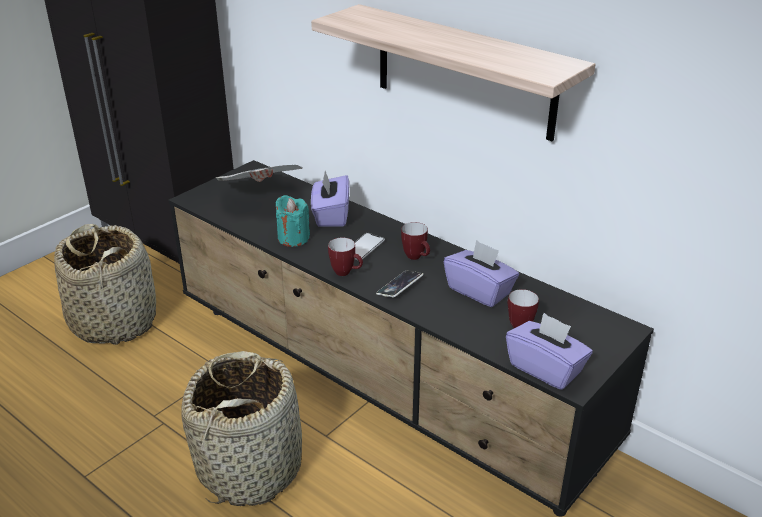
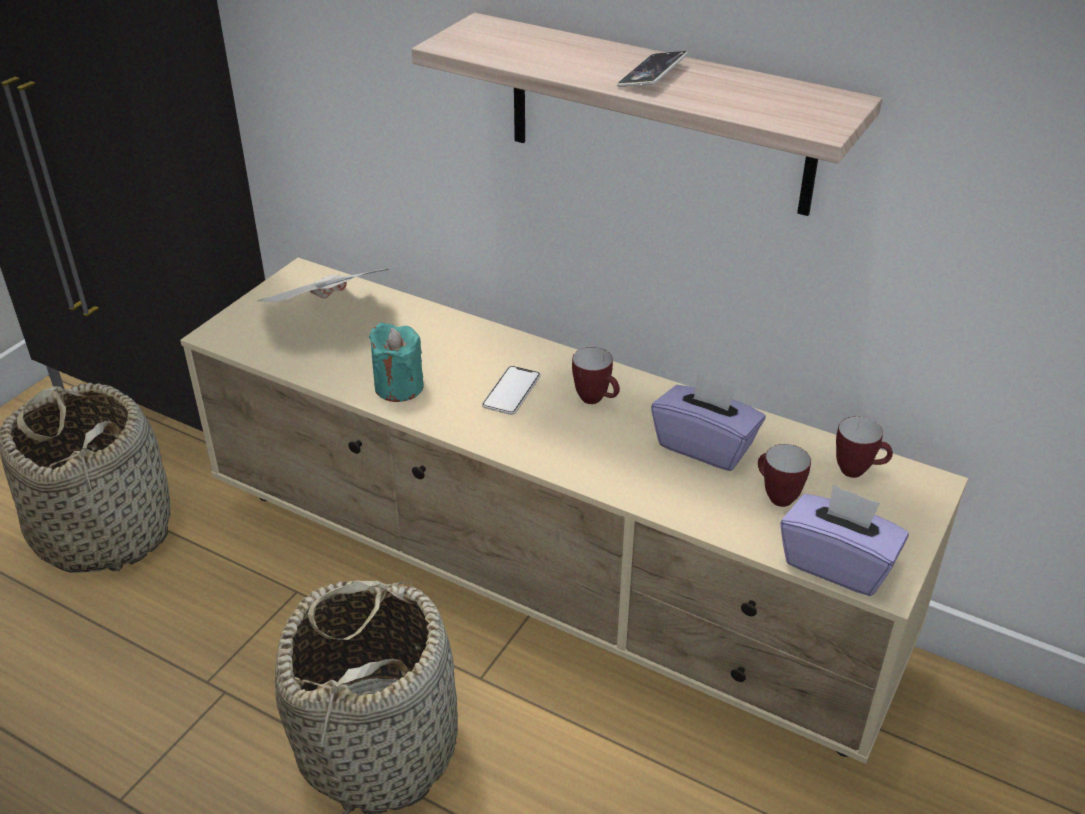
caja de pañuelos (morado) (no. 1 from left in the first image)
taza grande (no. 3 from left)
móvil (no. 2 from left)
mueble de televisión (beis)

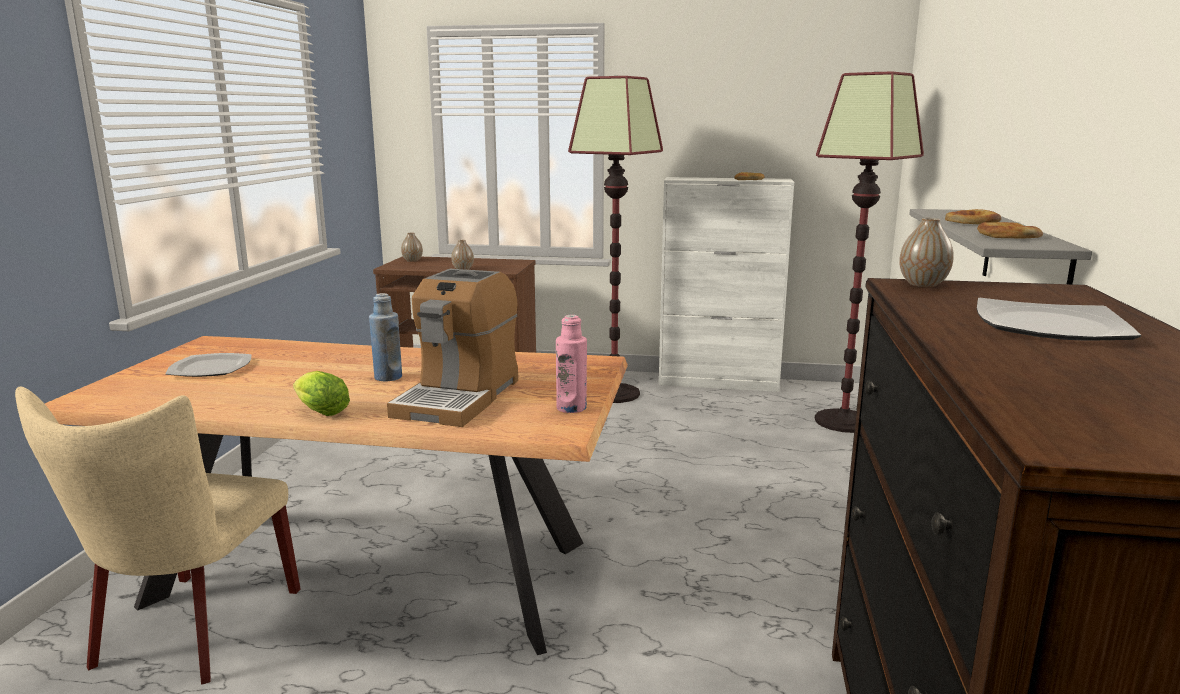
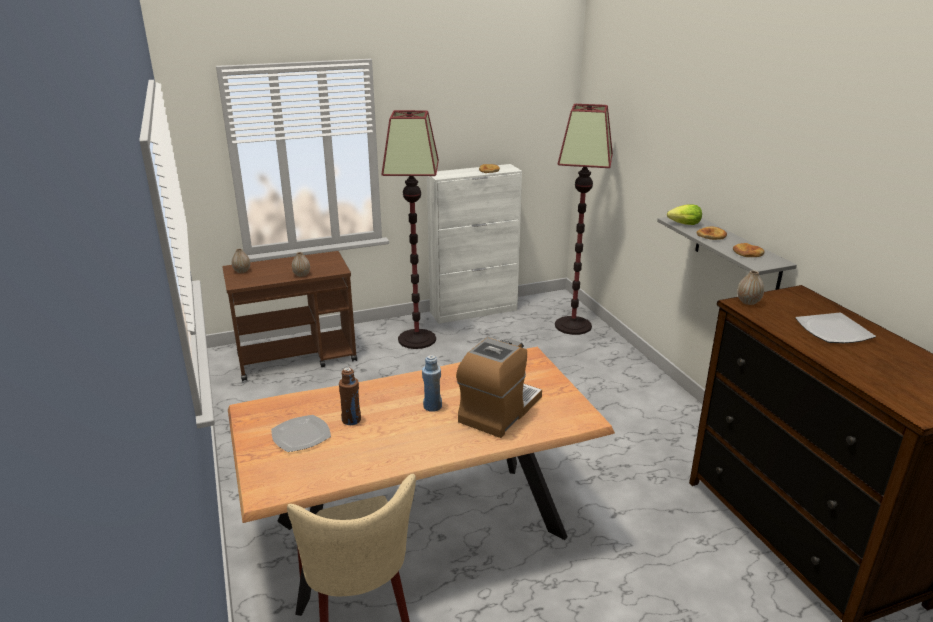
botella (rosa)
botella (marrón)
lechuga
cafetera

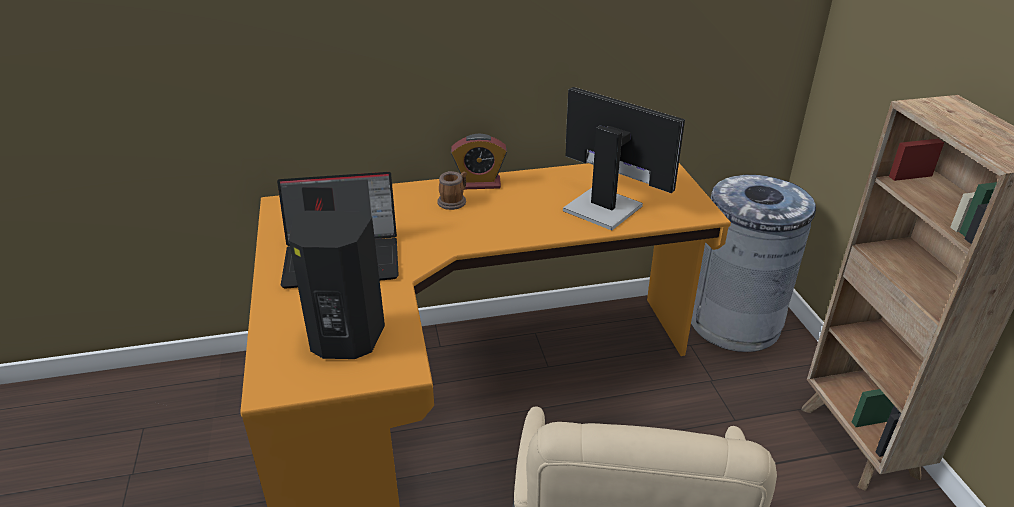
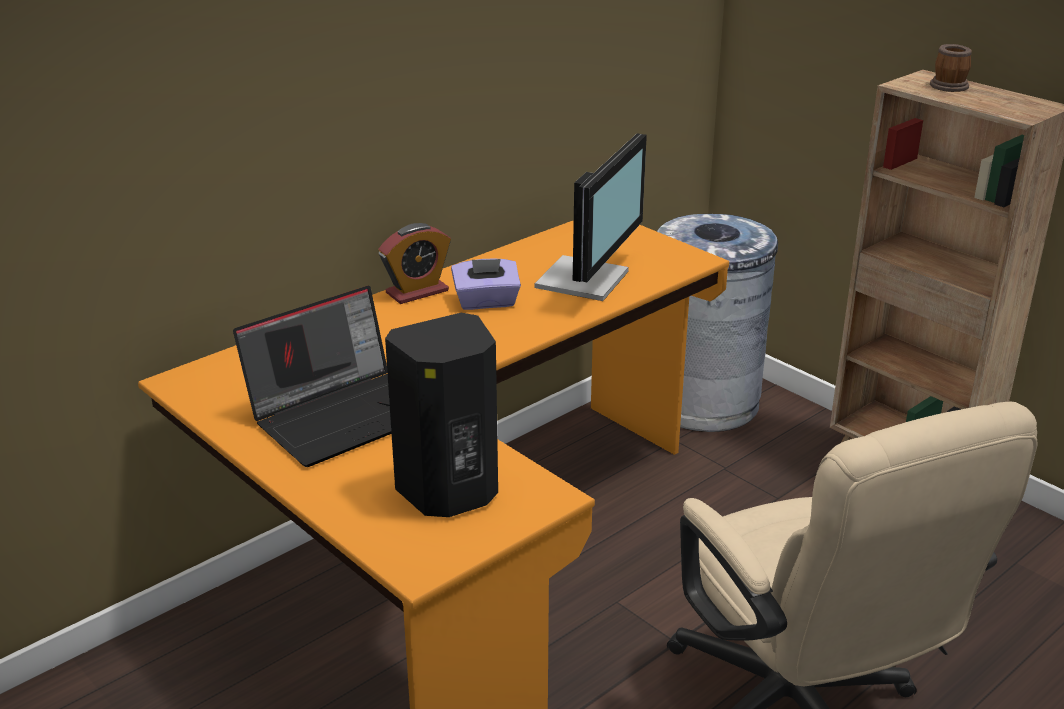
caja de pañuelos (morado)
taza grande
monitor

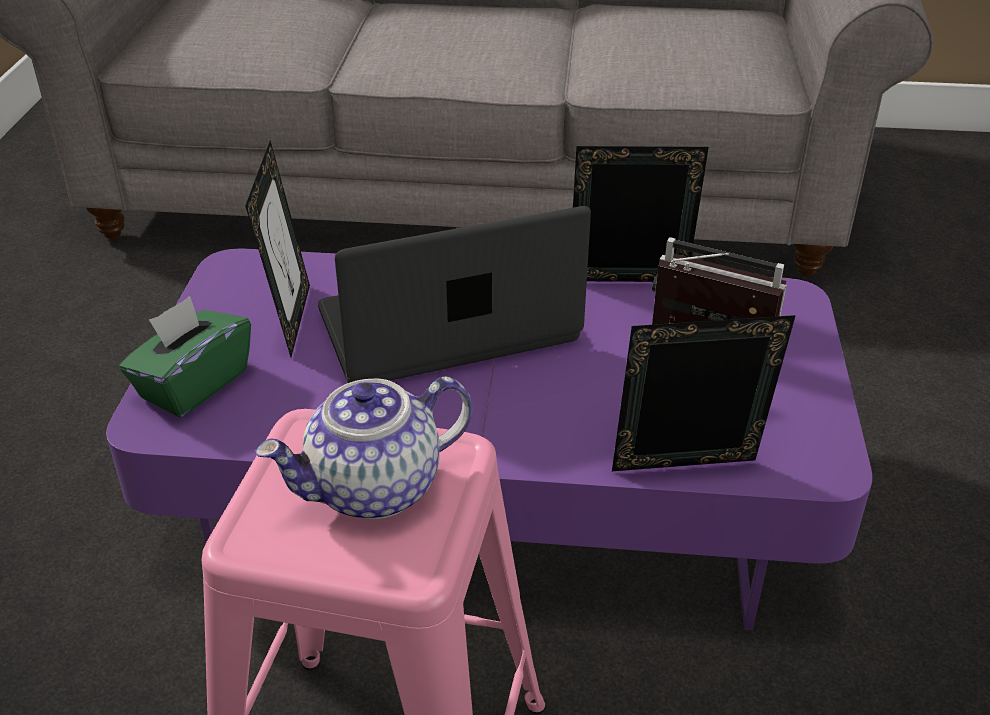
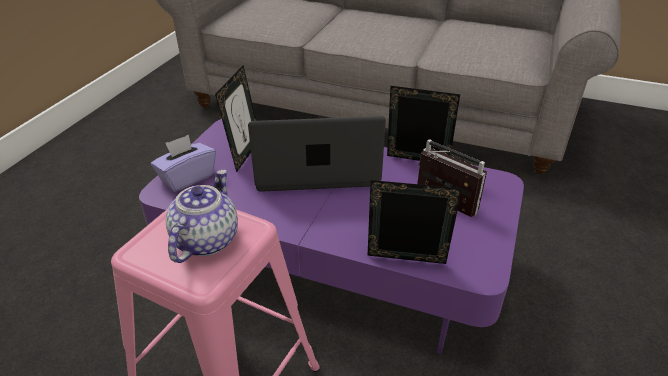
caja de pañuelos (morado)
tetera

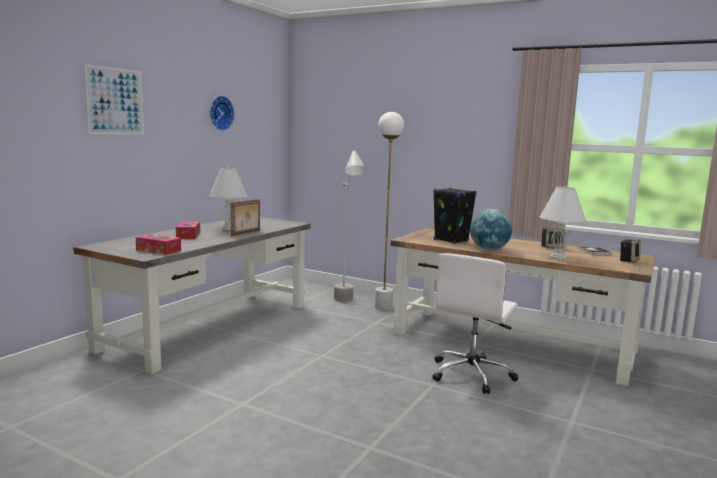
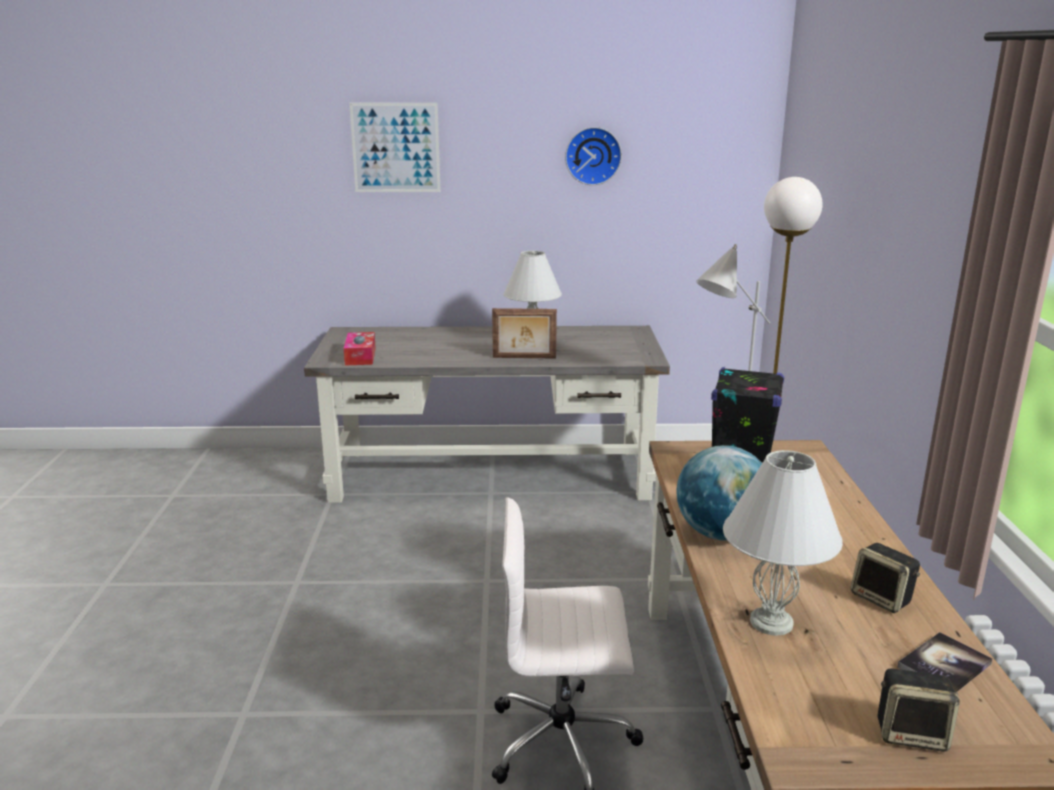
caja de pañuelos (no. 2 from left in the first image)

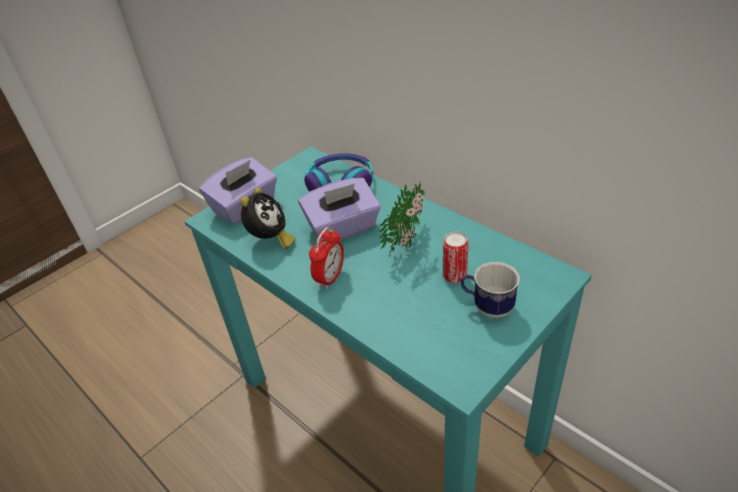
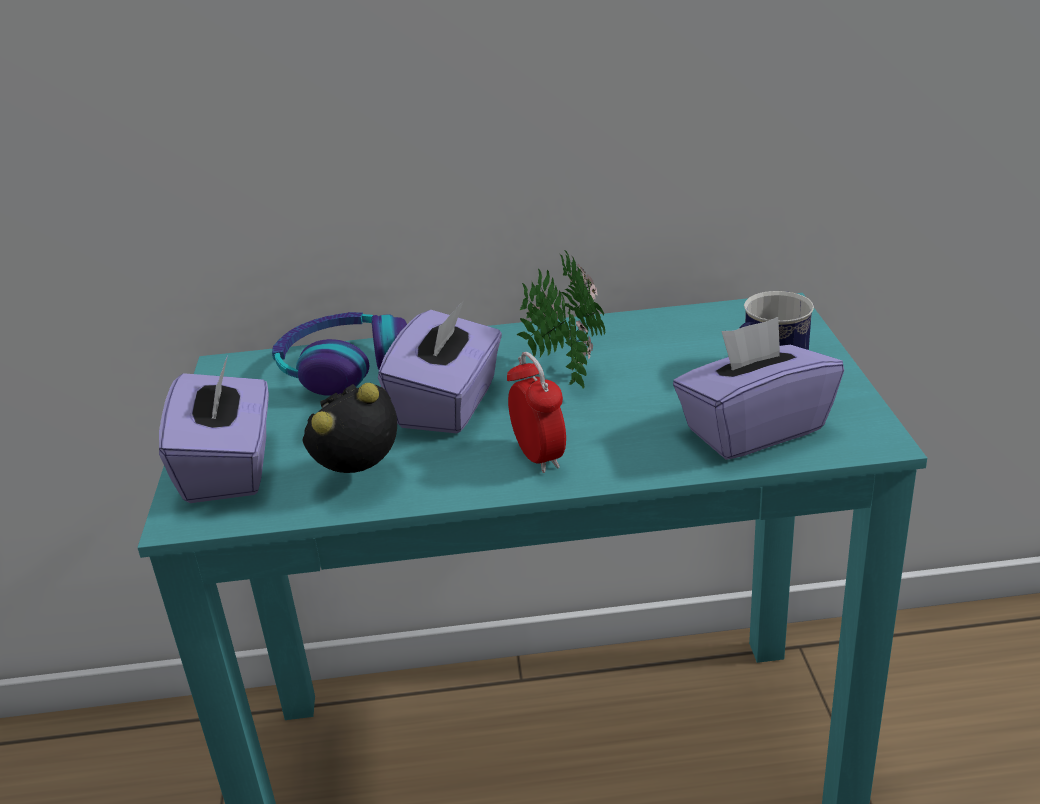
lata
caja de pañuelos (morado) (no. 3 from left)
despertador (no. 1 from left)

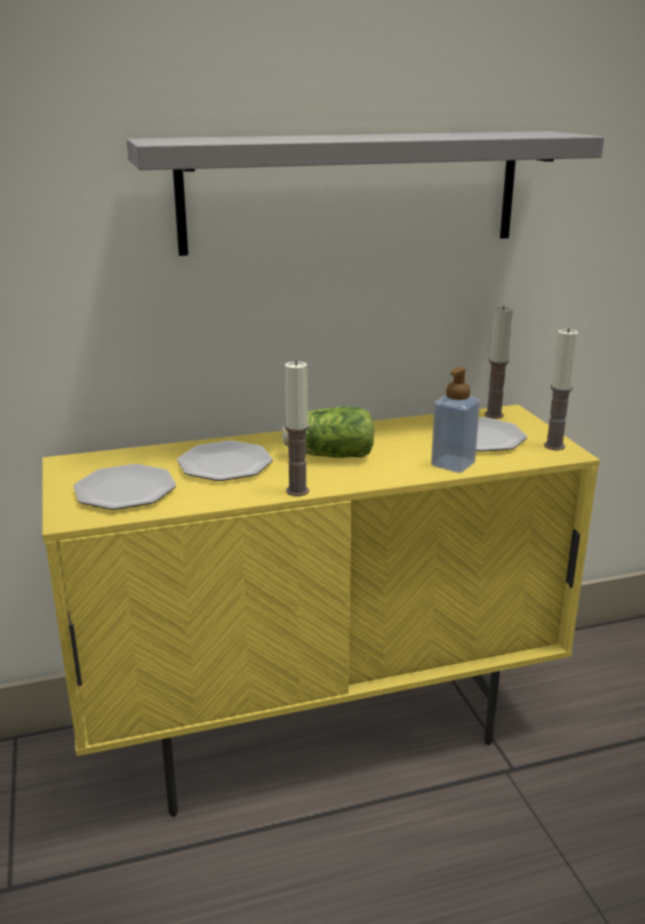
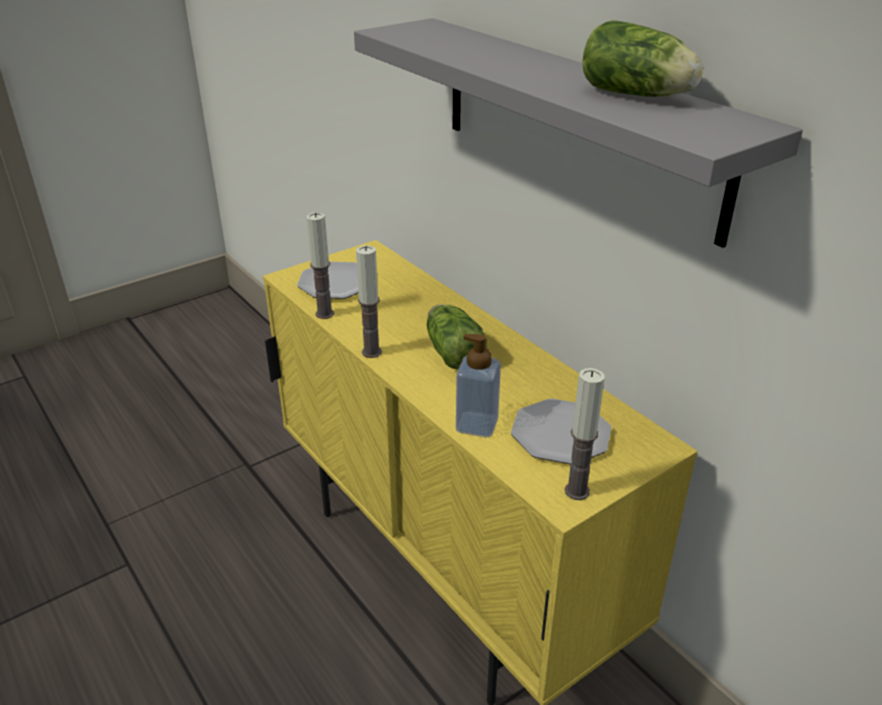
plato (no. 2 from left in the first image)
lechuga (no. 2 from left)
vela (no. 1 from left)

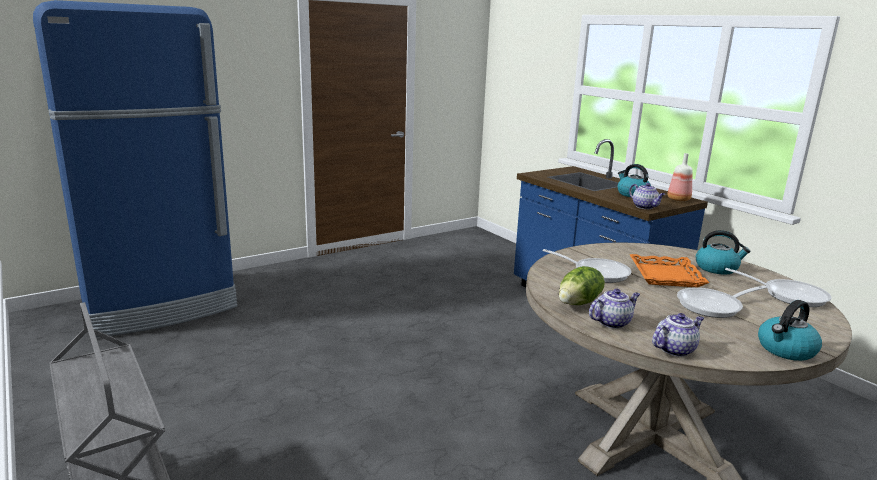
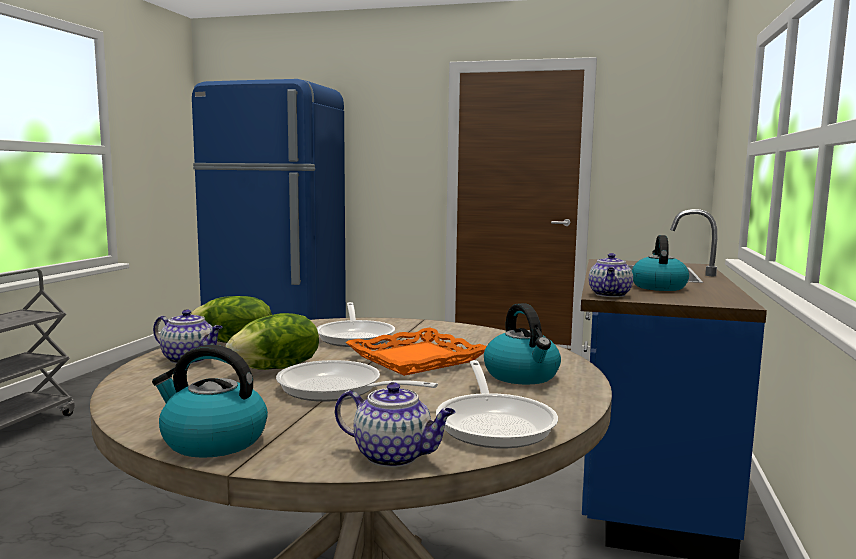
botella
lechuga (no. 2 from left)
tetera (no. 2 from left)

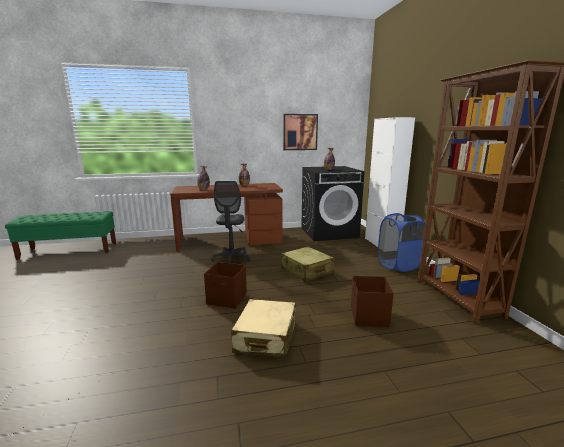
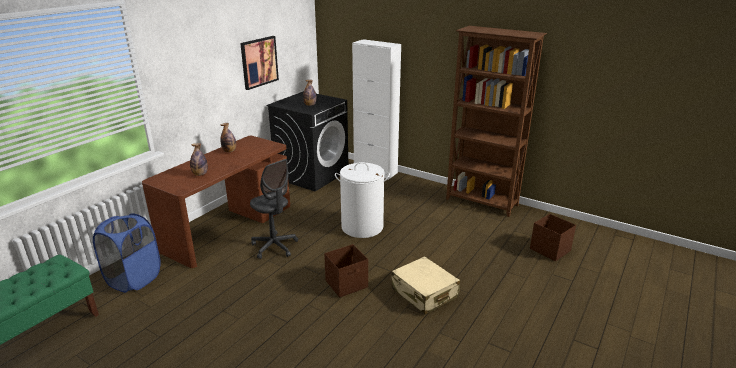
caja de almacenaje (marrón) (no. 2 from left)
cesto de la ropa (azul)
cesto de la ropa (blanco)

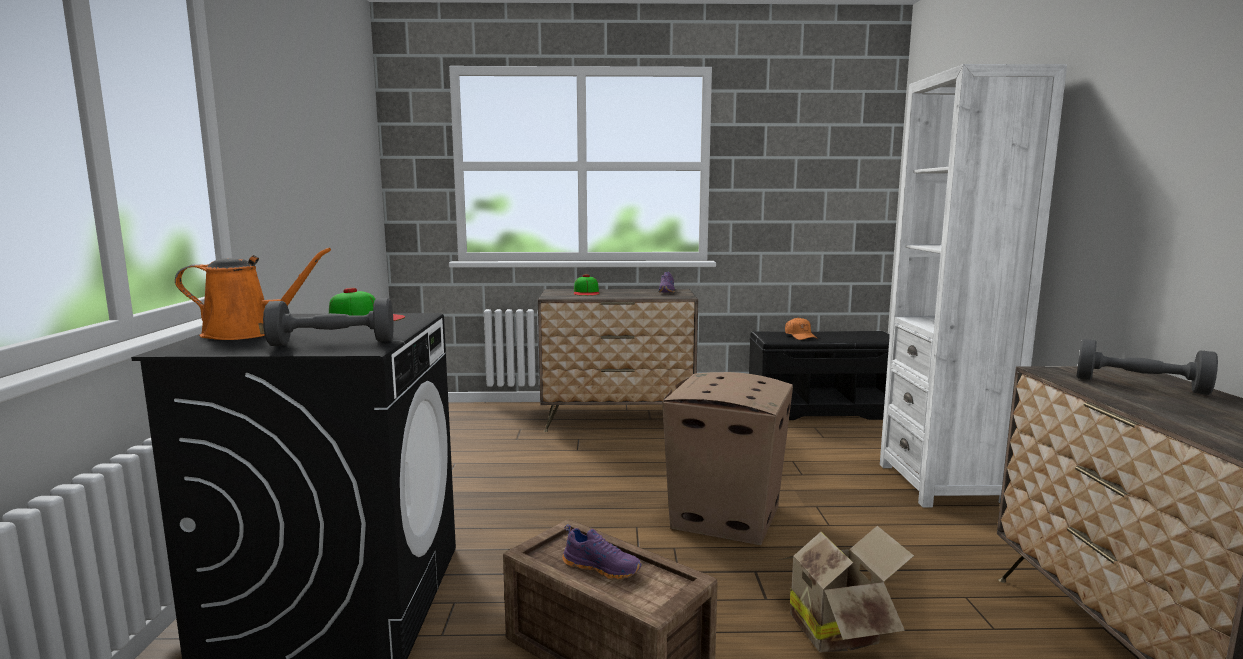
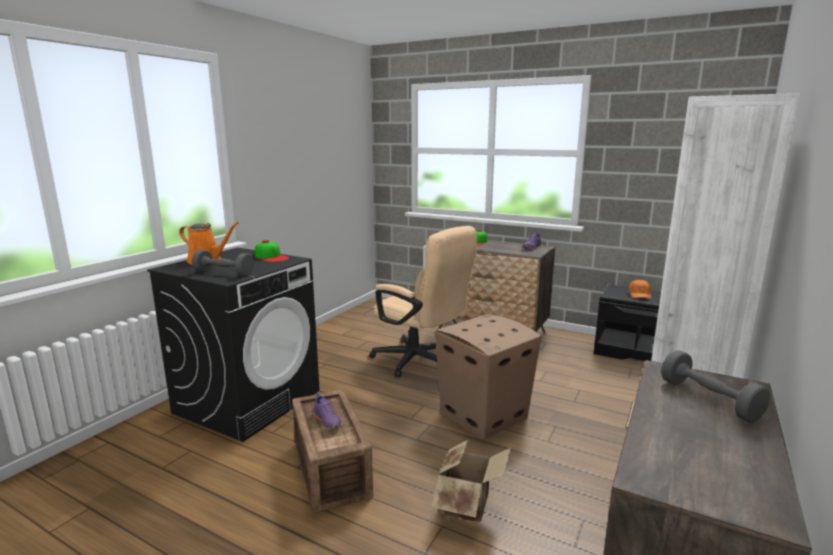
silla de oficina (beis)

